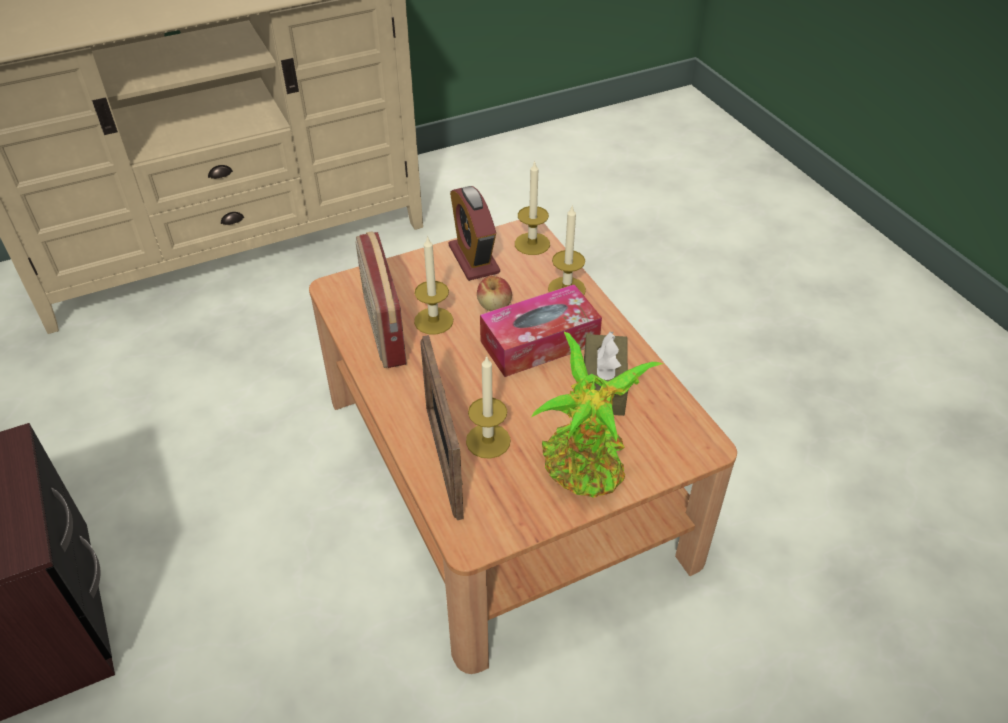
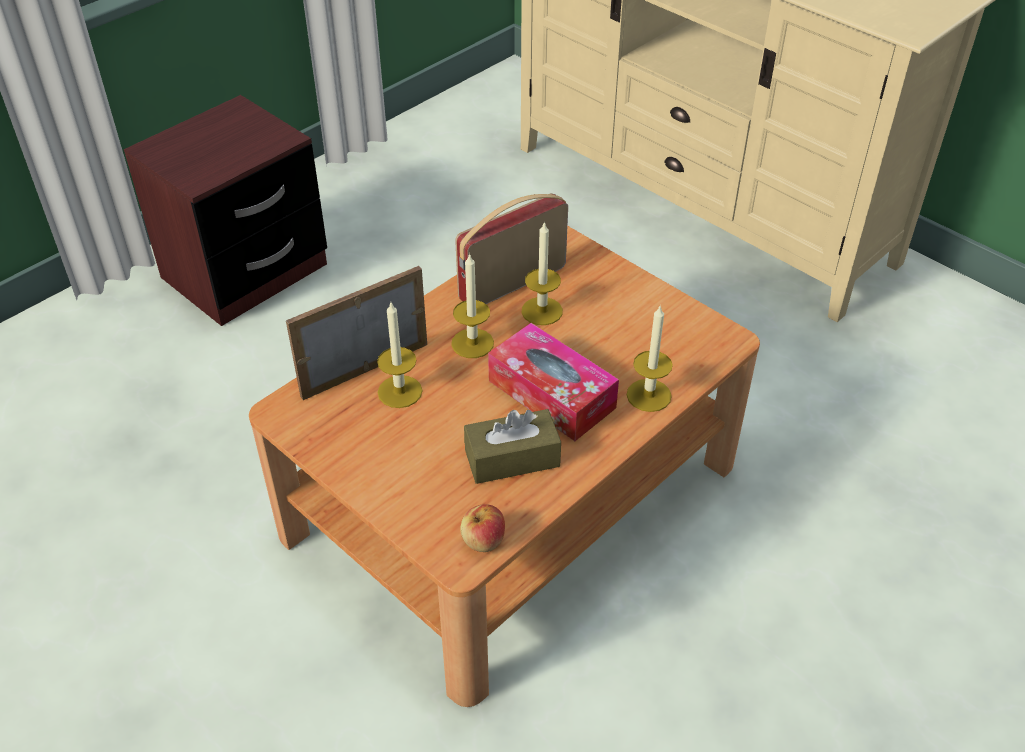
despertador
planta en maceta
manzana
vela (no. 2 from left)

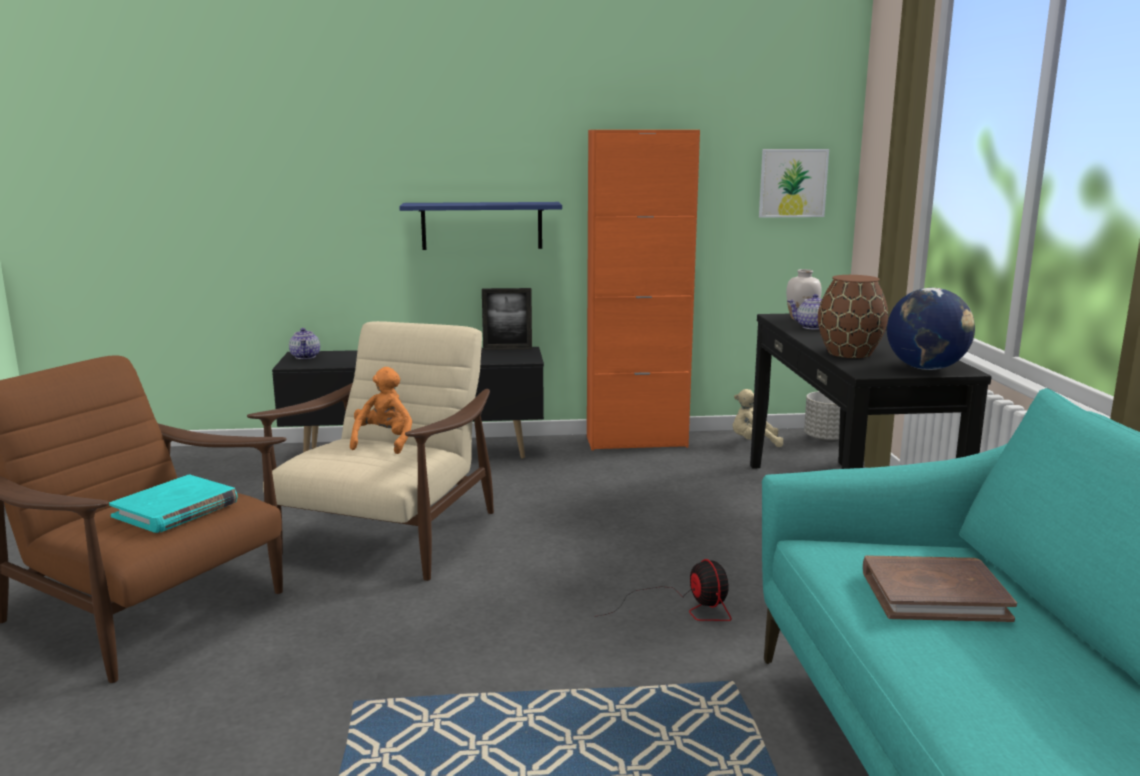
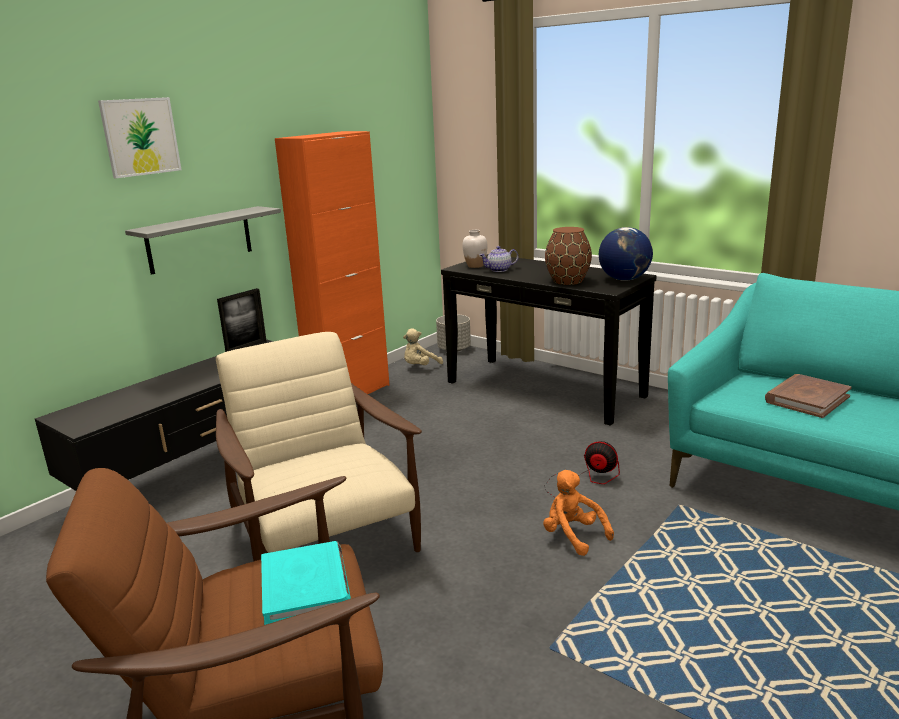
tetera (no. 1 from left in the first image)
peluche (naranja)
cuadro
estante (gris)

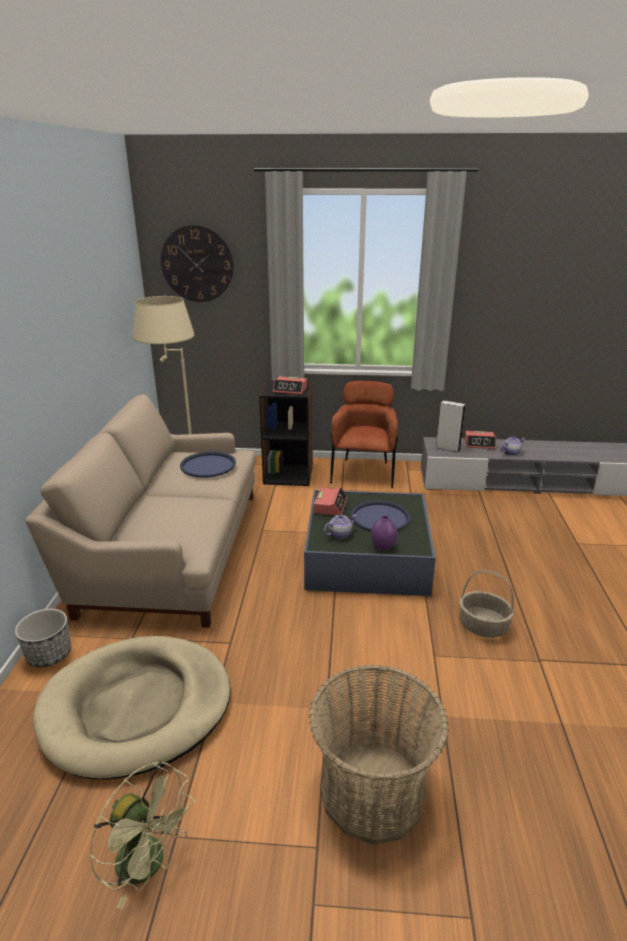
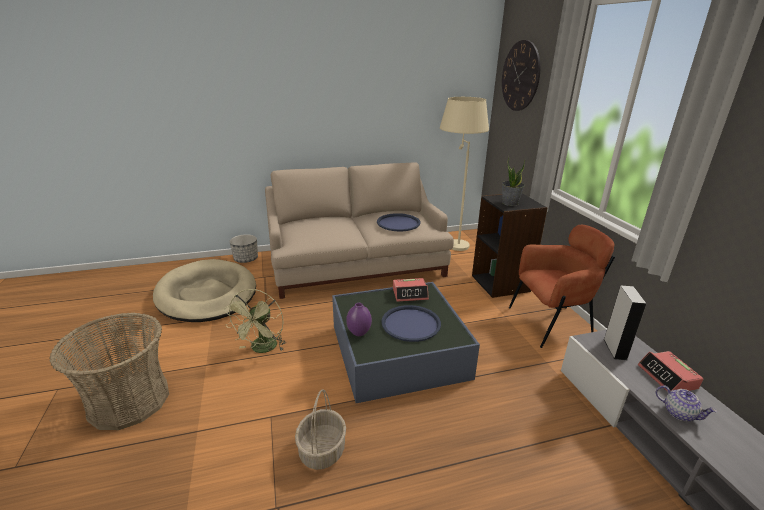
tetera (no. 1 from left in the first image)
ventilador (verde)
planta en maceta

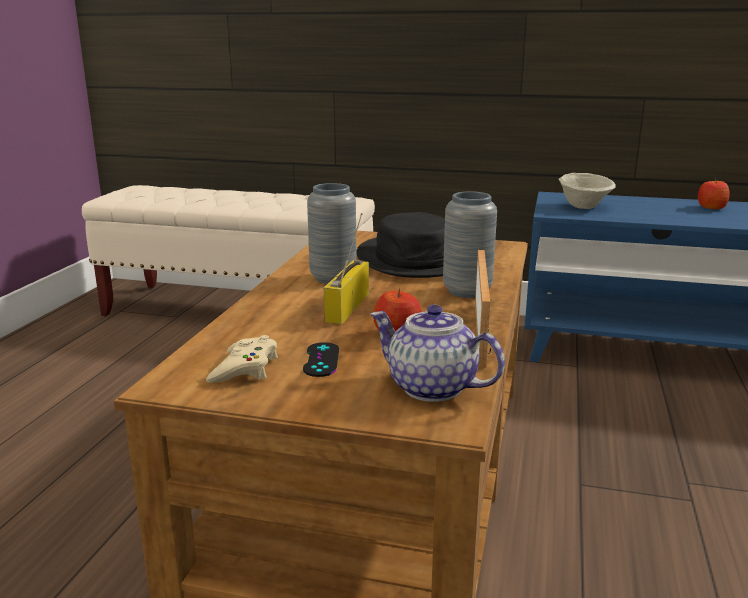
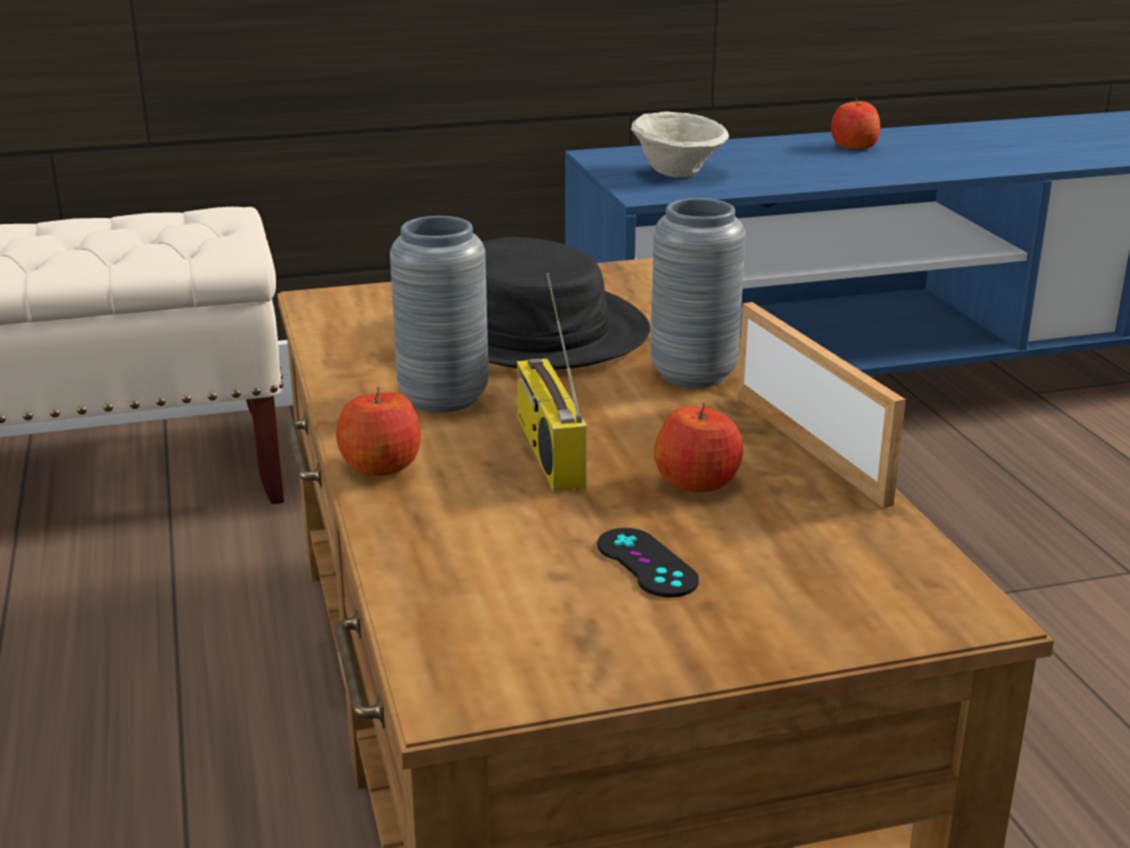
mando de consola (beis)
tetera
manzana (no. 1 from left)

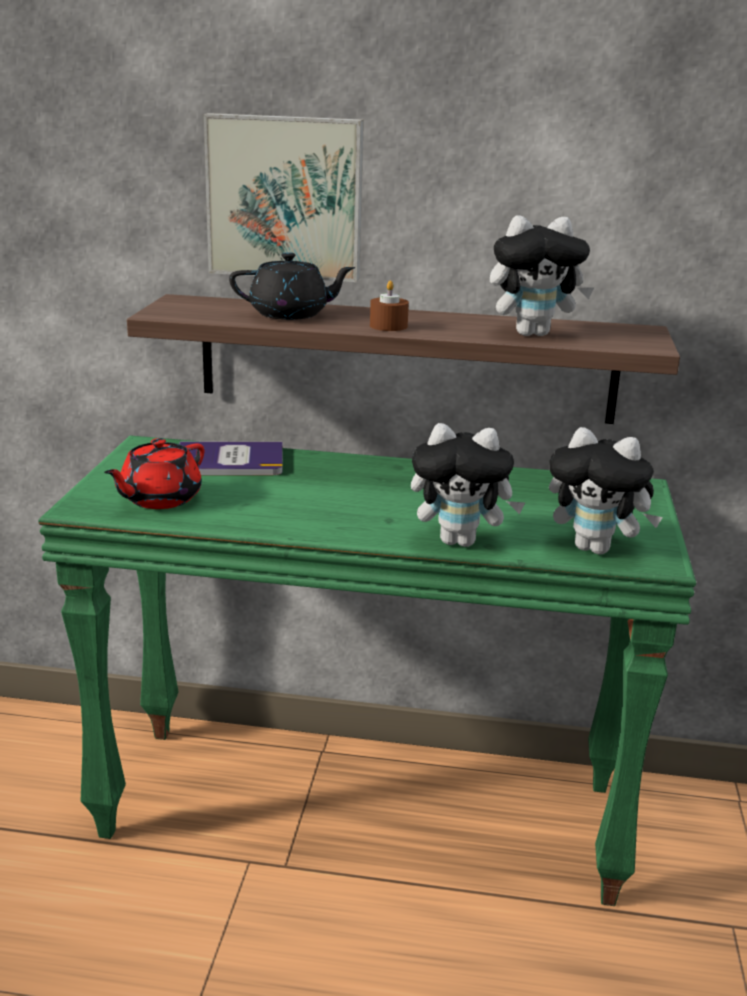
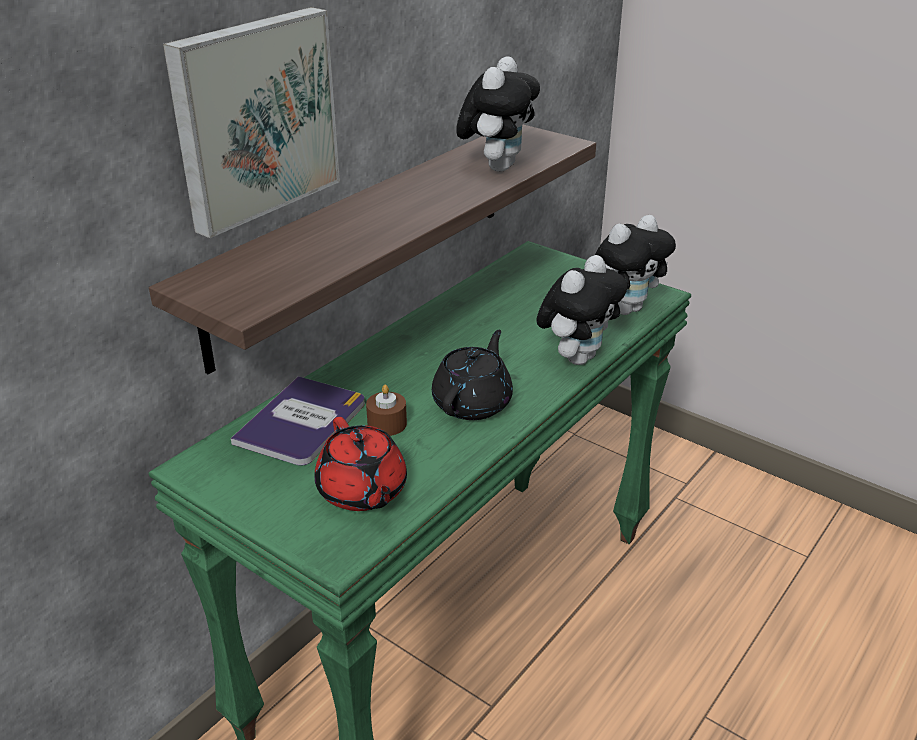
tetera (negro)
vela (marrón)

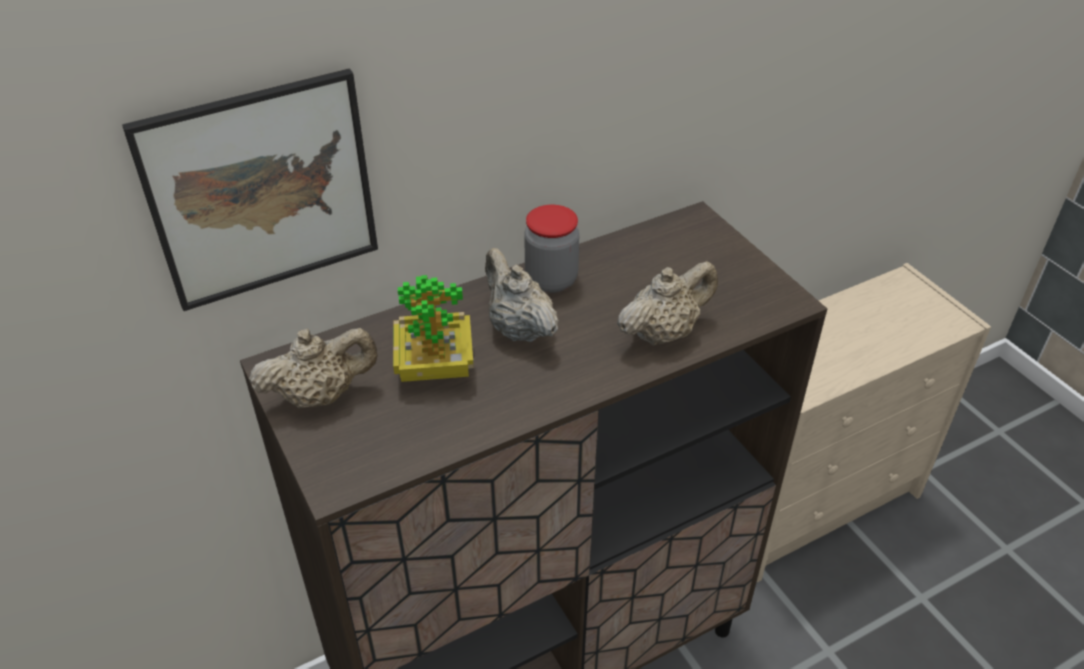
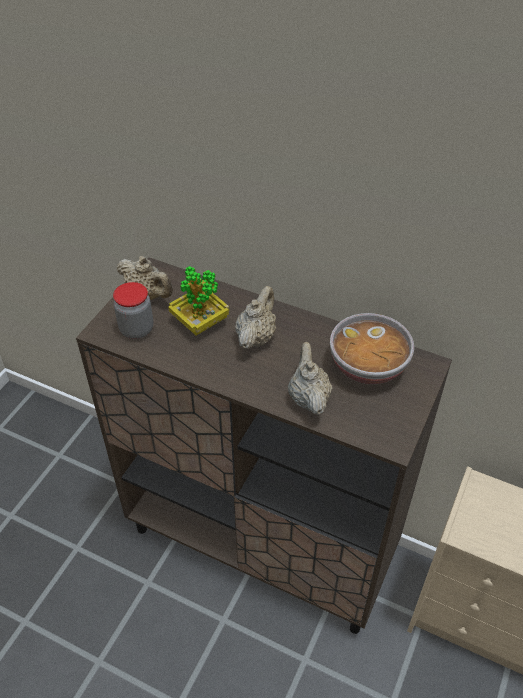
cuadro
cuenco
tarro
tetera (beis) (no. 3 from left)

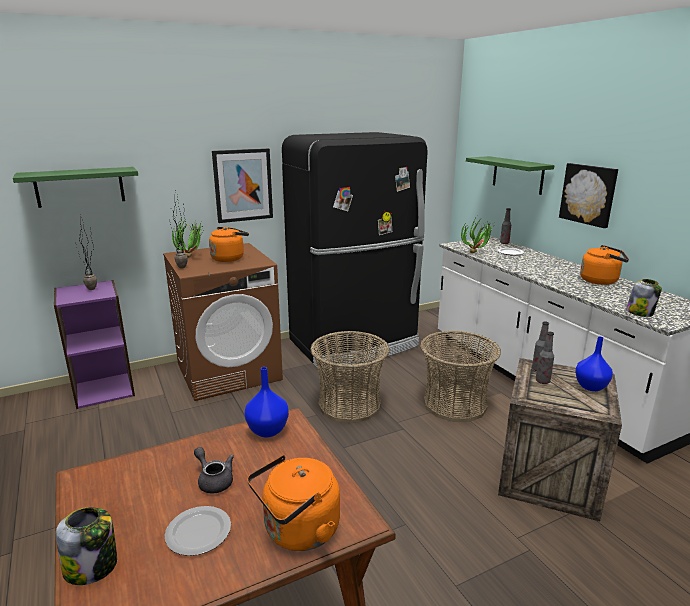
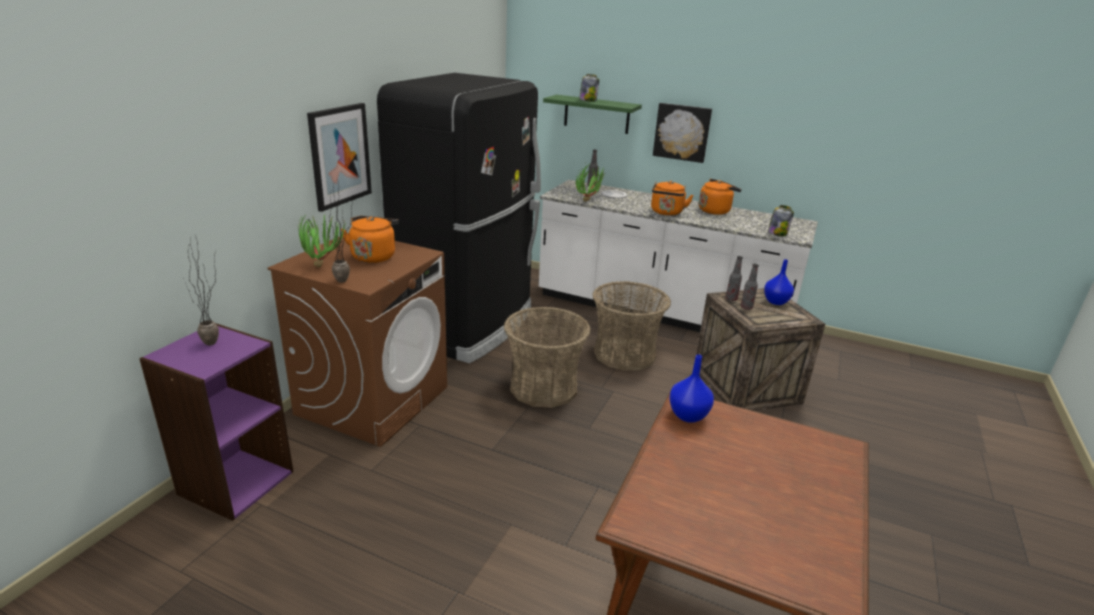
estante (verde) (no. 1 from left in the first image)
plato (no. 1 from left in the first image)
tetera (gris)
tarro (no. 1 from left)
hervidor (naranja) (no. 2 from left)

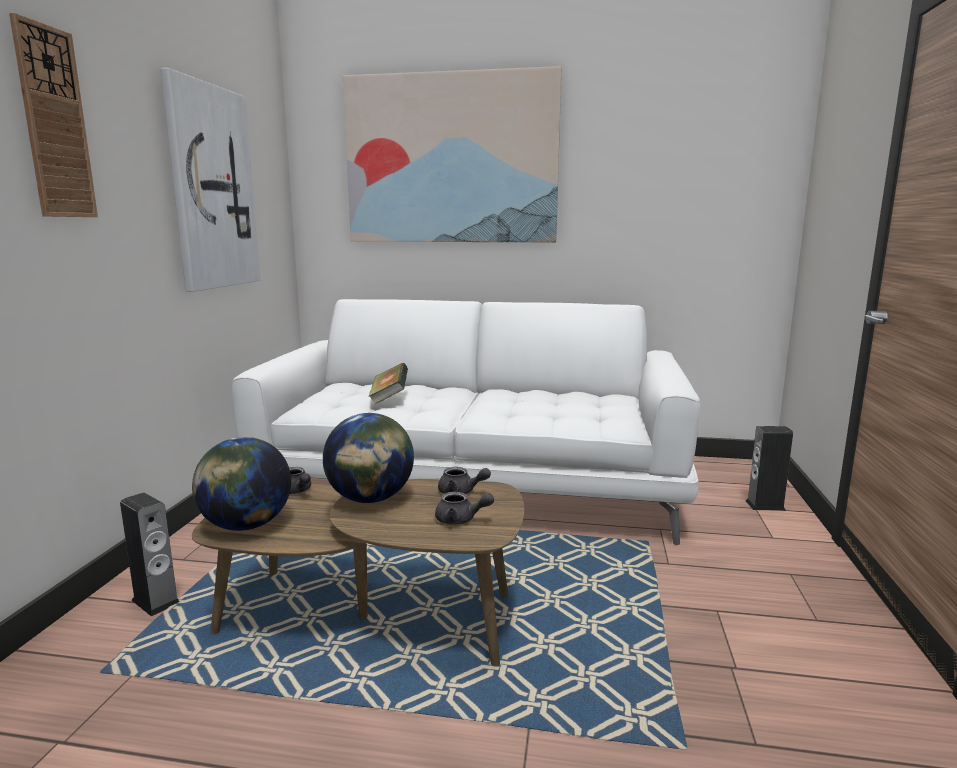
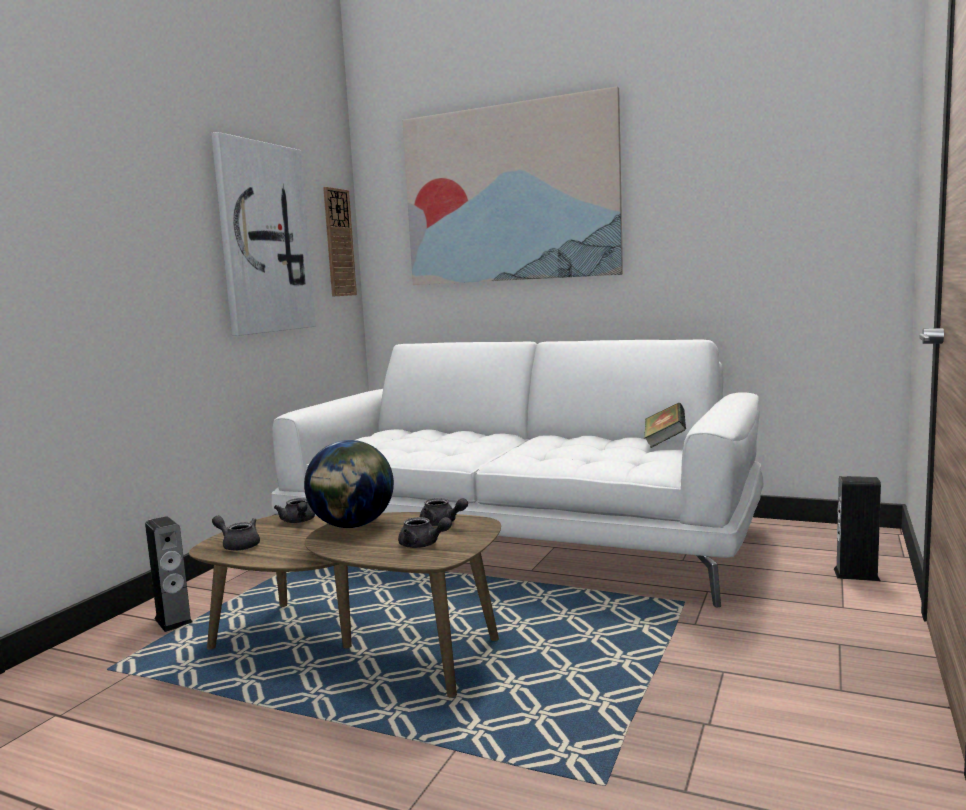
reloj de pared
libro
tetera (gris) (no. 1 from left)

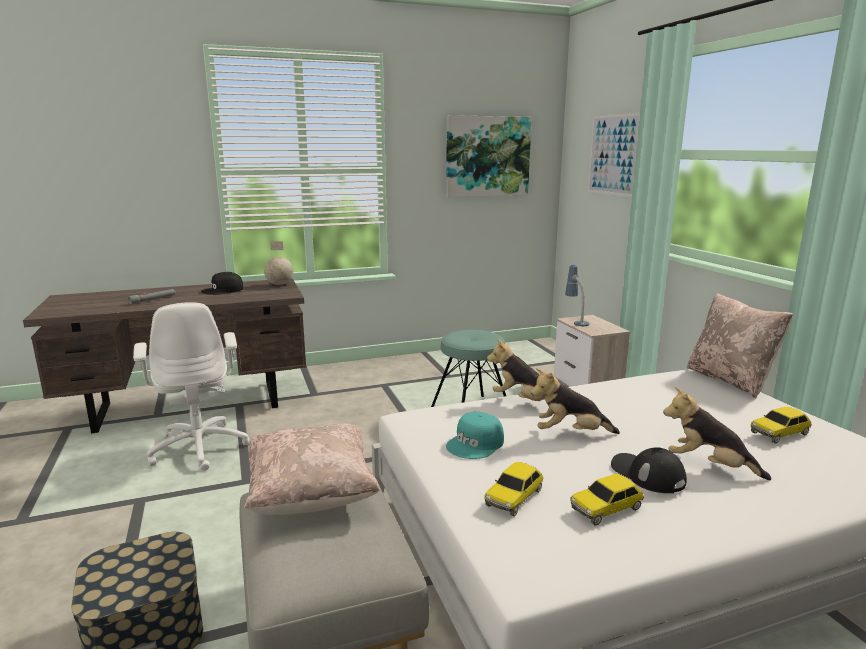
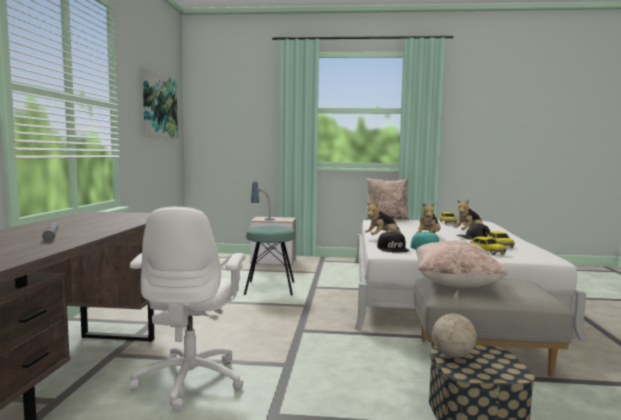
cuadro (no. 2 from left in the first image)
gorra (negro) (no. 1 from left)
globo terráqueo
silla de oficina (blanco)

